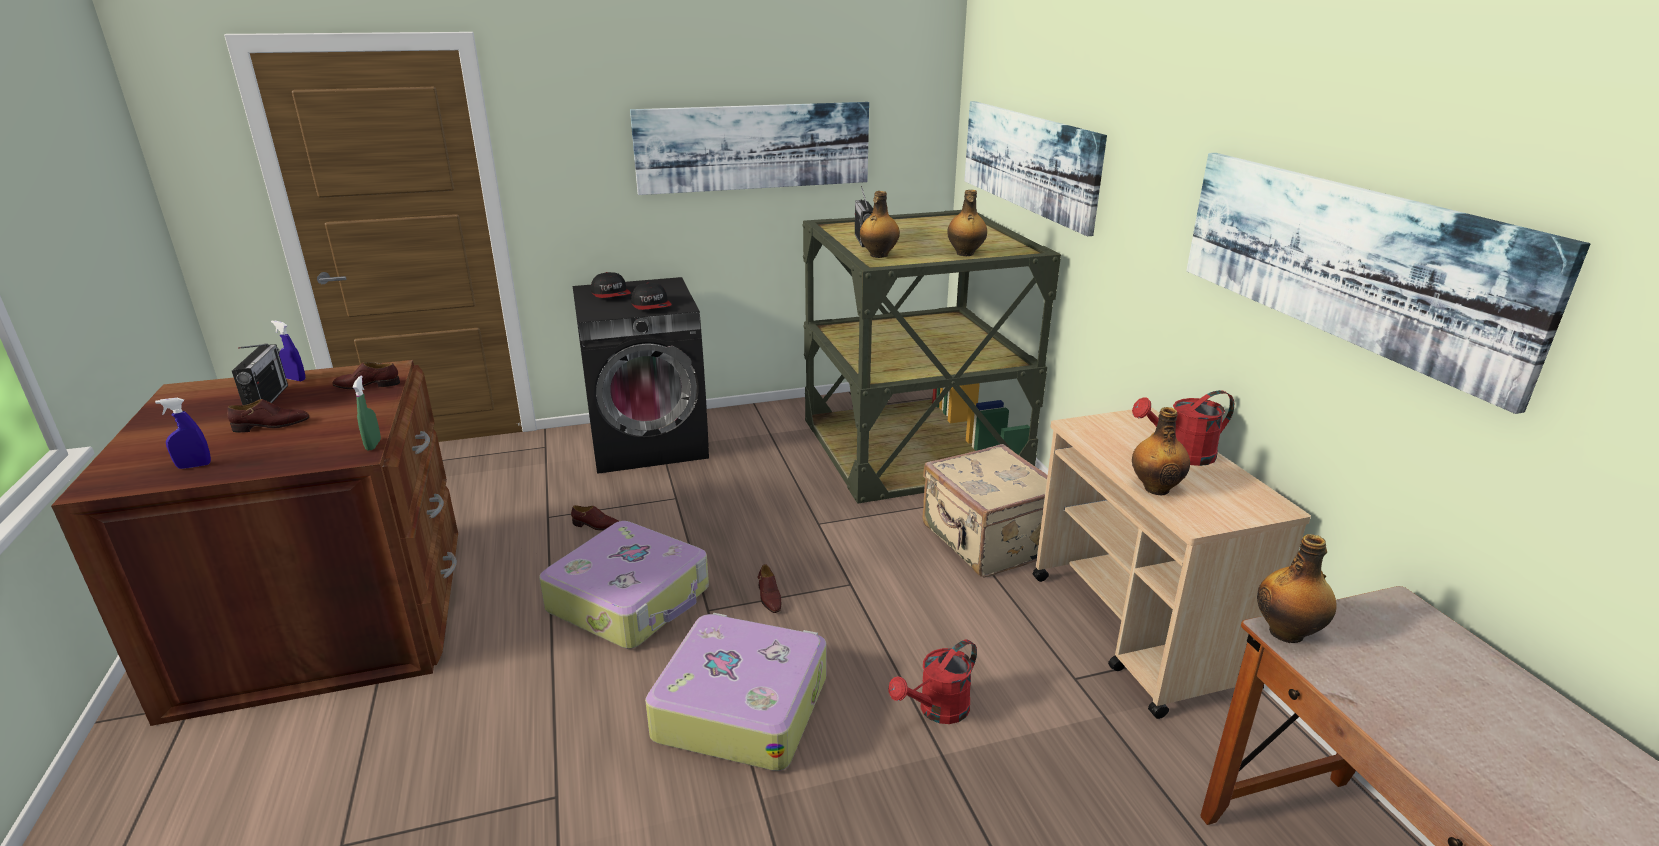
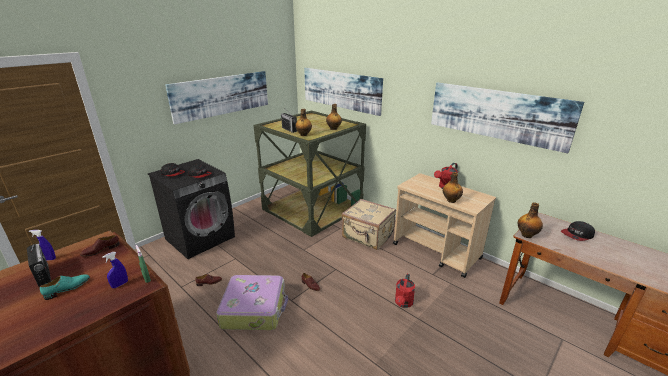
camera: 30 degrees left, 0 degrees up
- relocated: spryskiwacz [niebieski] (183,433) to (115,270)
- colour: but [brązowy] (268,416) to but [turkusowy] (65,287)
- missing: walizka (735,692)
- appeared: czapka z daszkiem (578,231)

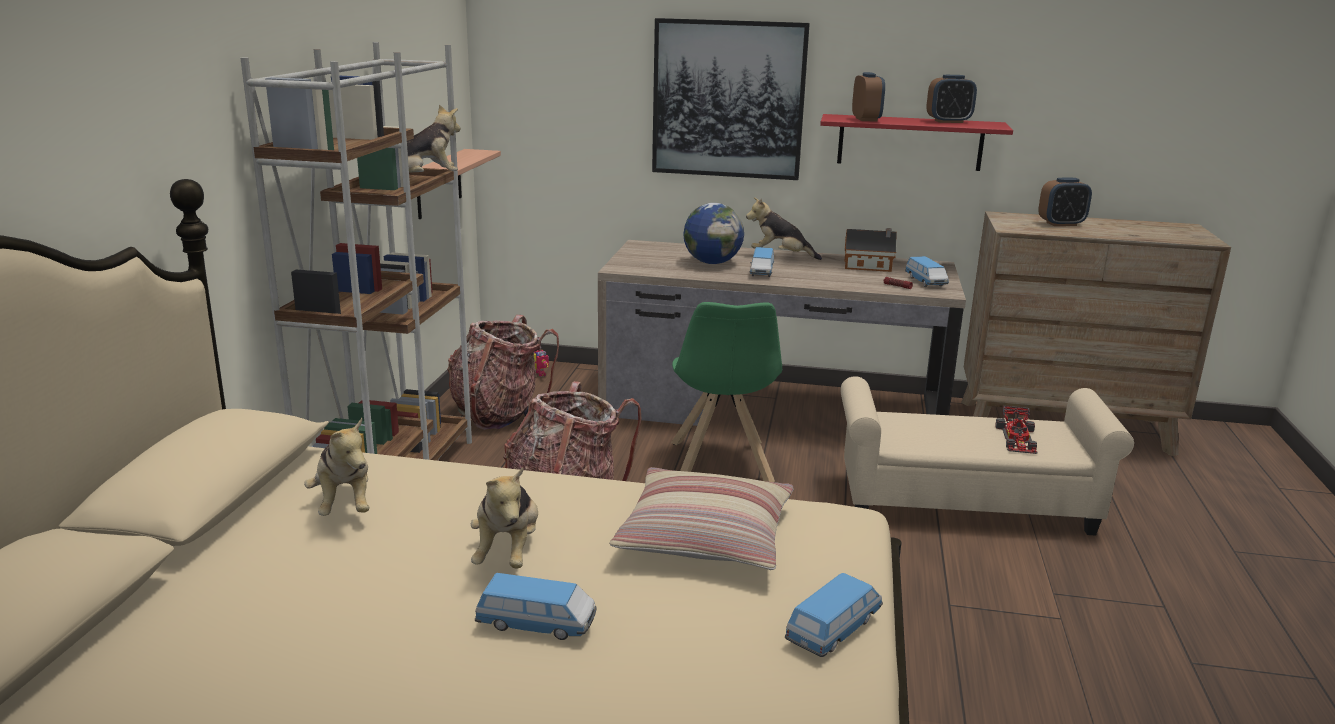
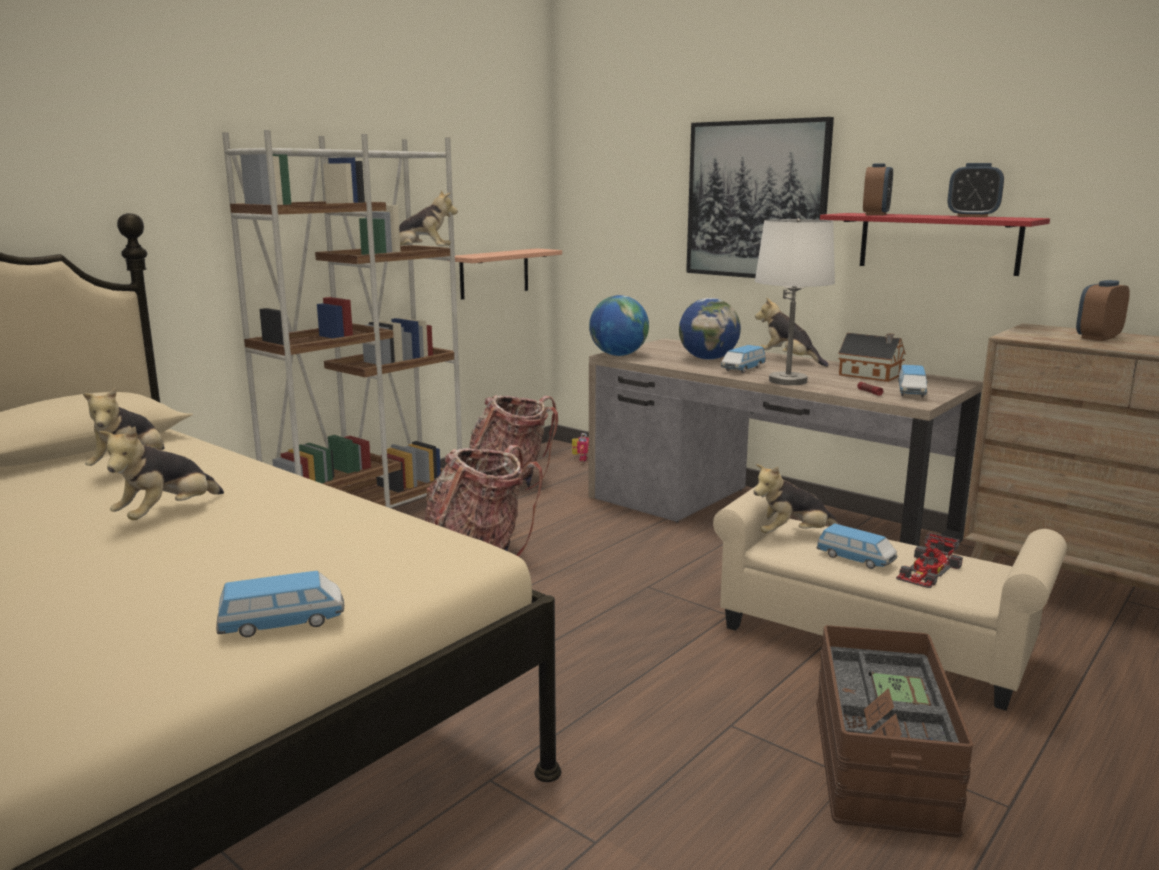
camera: 30 degrees right, 5 degrees down
- relocated: samochodzik (536,606) to (857,546)
- missing: poduszka (701,518)
- missing: krzesło [zielony] (726,392)
- spun: budzik (1065,202) = (1103,310) 120 degrees clockwise
- appeared: globus (619,325)
- appeared: pluszak (797,498)
- appeared: lampa stołowa [biały] (795,301)
- appeared: pojemnik do przechowywania [brązowy] (894,731)

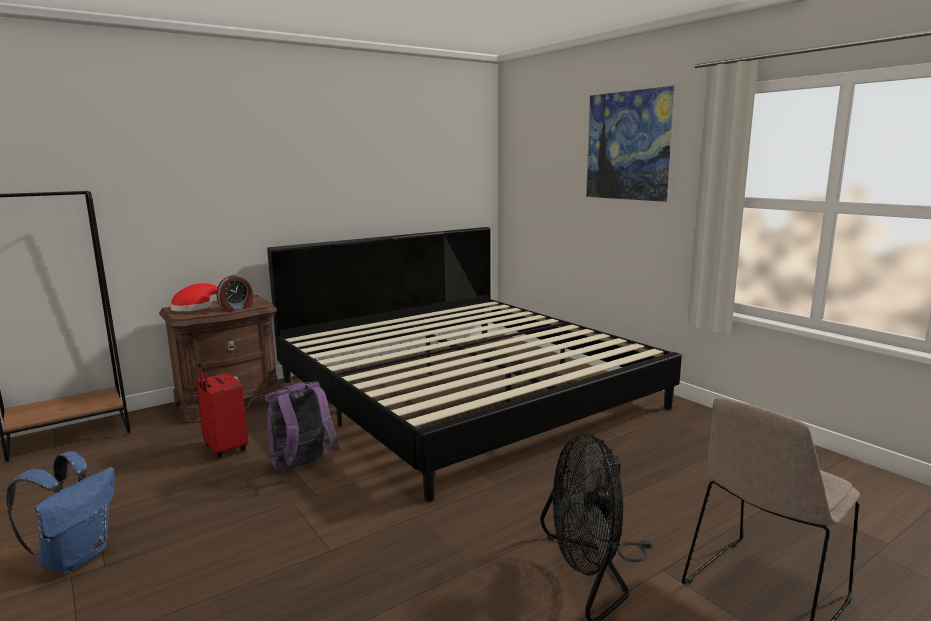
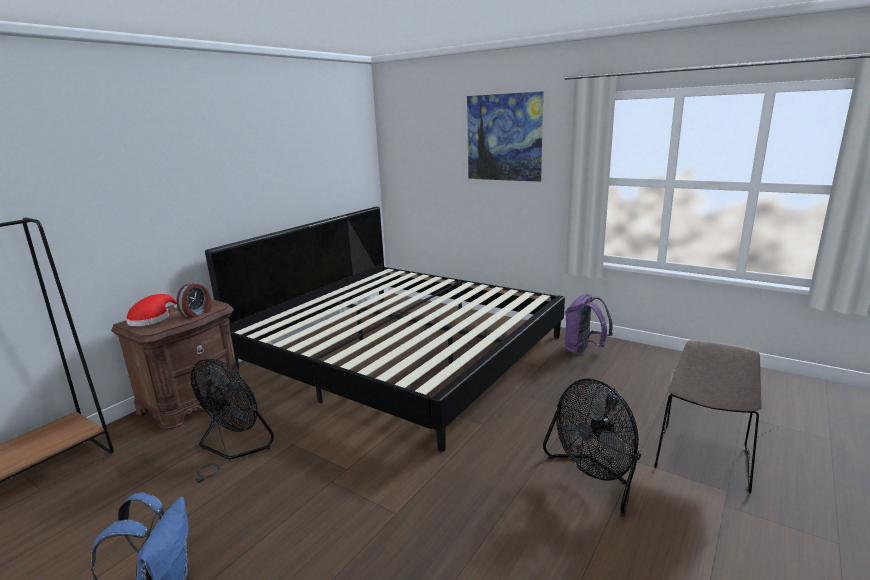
camera: 20 degrees left, 5 degrees up
- exchanged: walizka [czerwony] (222,410) to wentylator [czarny] (232,421)
- relocated: plecak [fioletowy] (302,426) to (589,324)

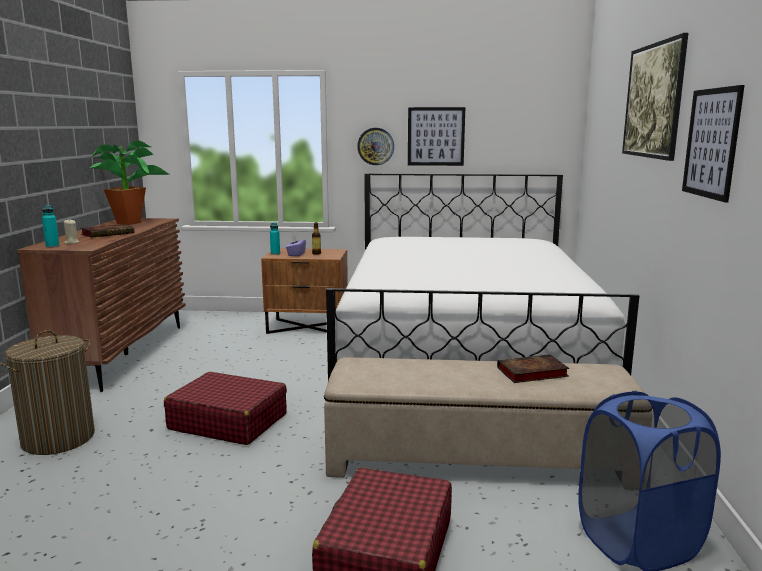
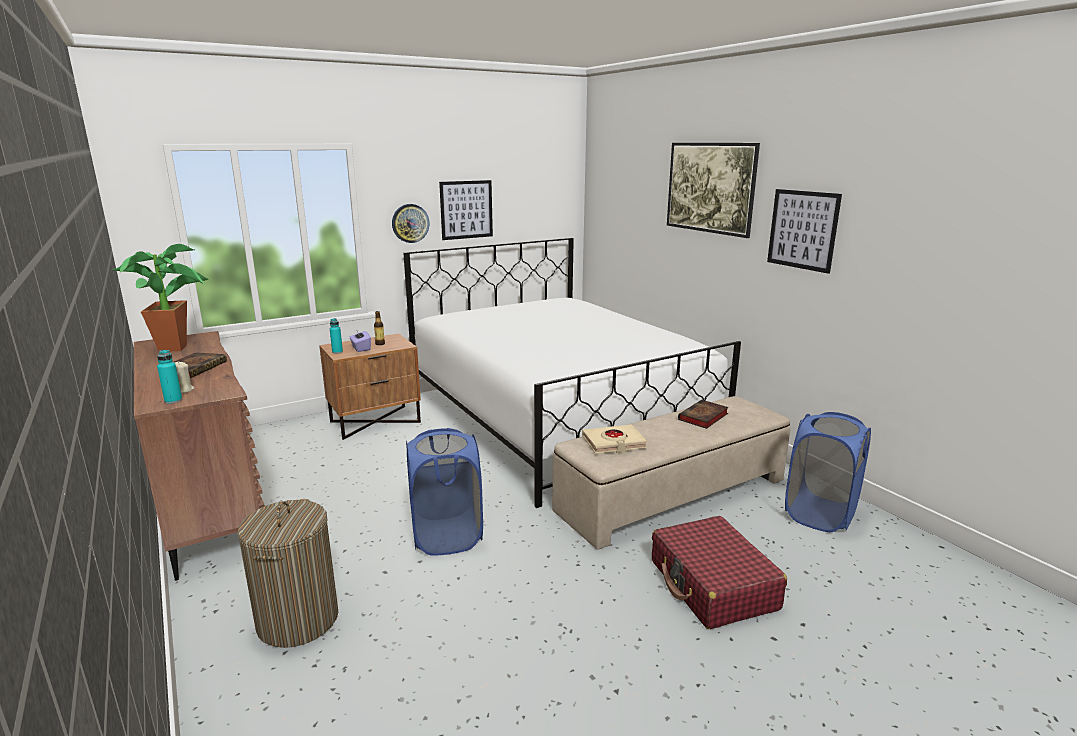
camera: 35 degrees left, 5 degrees up
- exchanged: walizka [czerwony] (225,408) to kosz na pranie [niebieski] (444,492)
- appeared: książka [beżowy] (614,439)

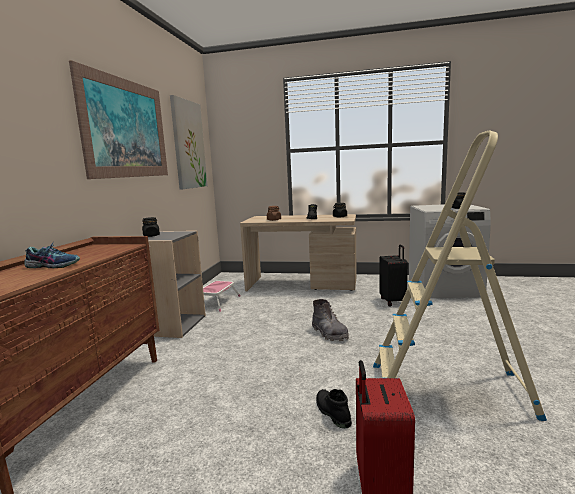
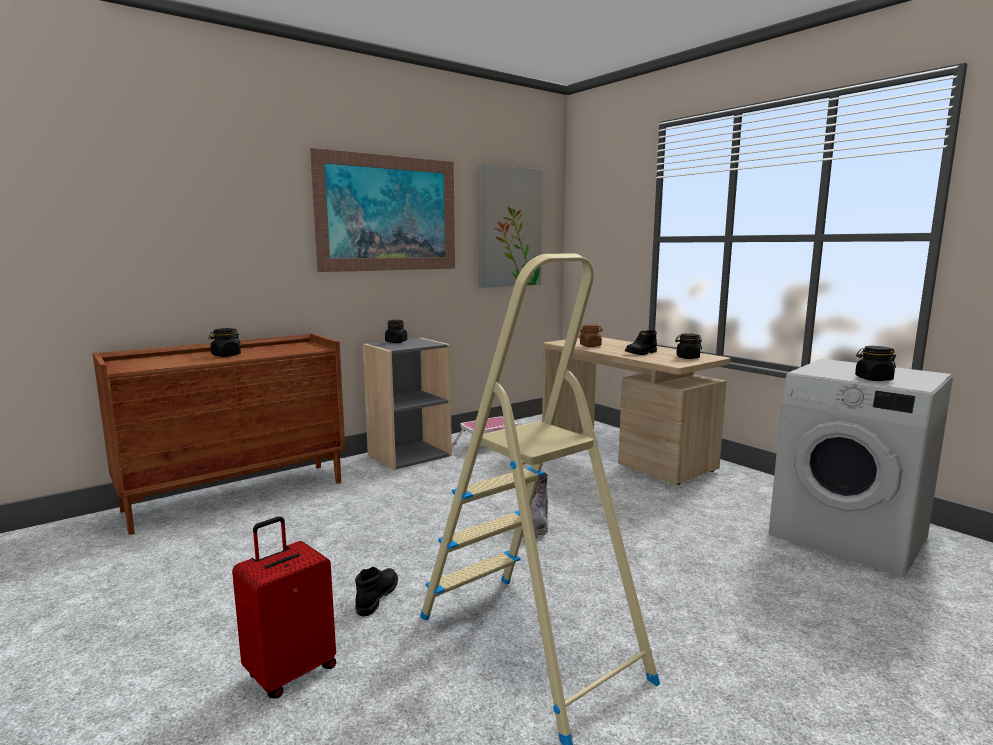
camera: 40 degrees right, 0 degrees up
- exchanged: but (52,255) to słoik [czarny] (224,342)
- missing: walizka [czarny] (393,276)

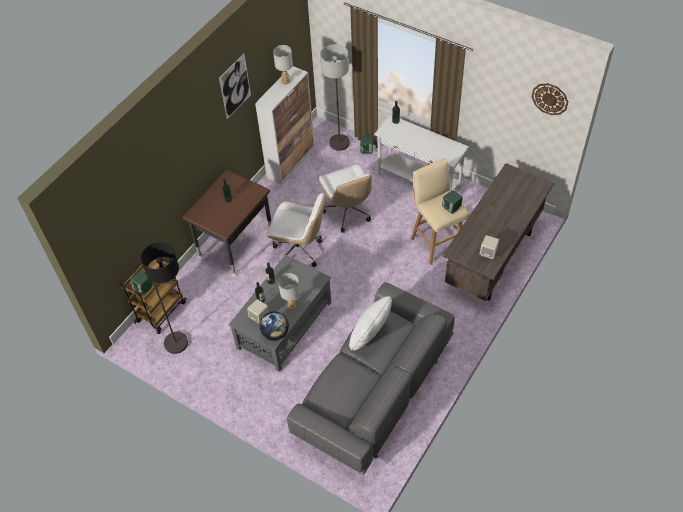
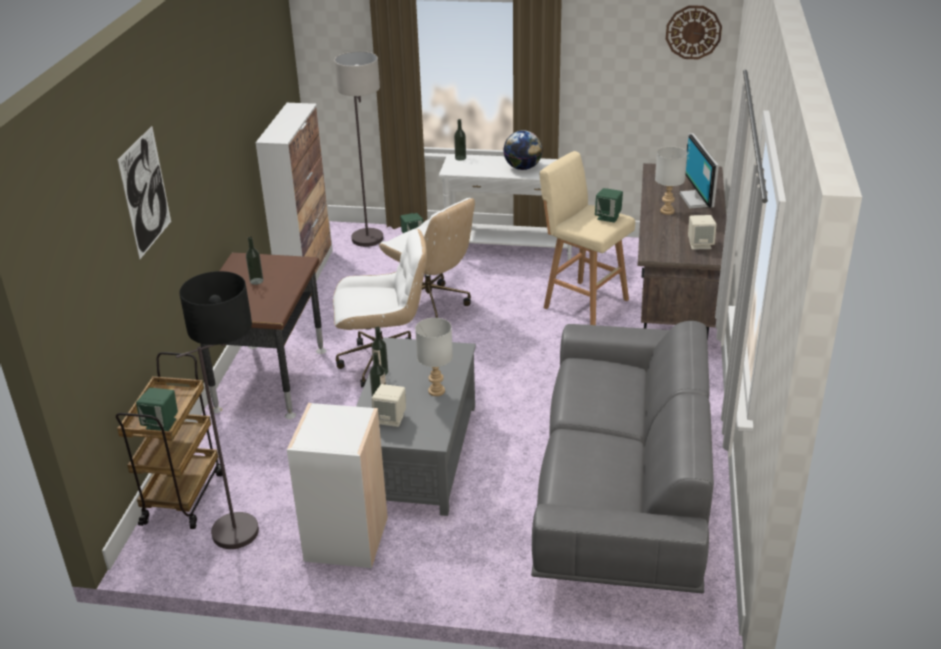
camera: 25 degrees left, 20 degrees down
- relocated: obraz (235,86) to (144,192)
- relocated: globus (274,326) to (523,150)
- relocated: lampa stołowa [szary] (283,64) to (671,180)
- missing: poduszka [biały] (370,323)
- appeared: regał (337,485)
- appeared: monitor (699,170)

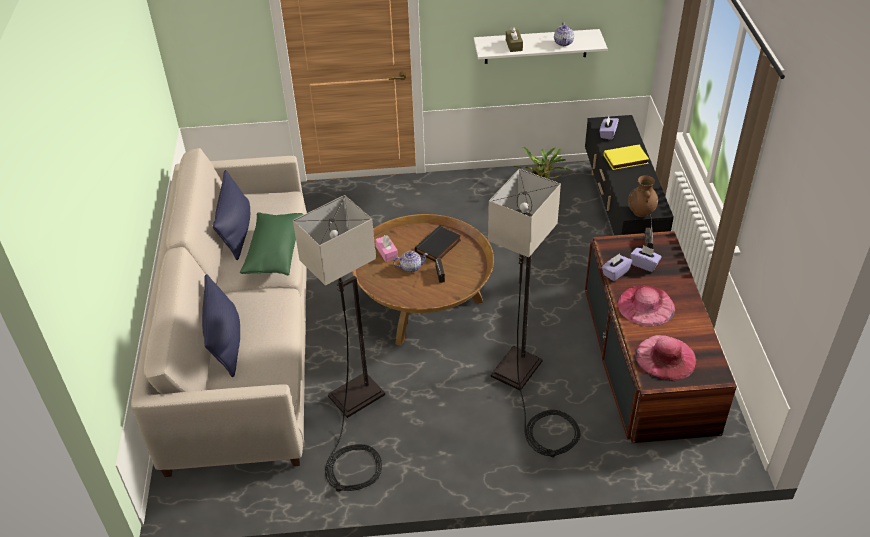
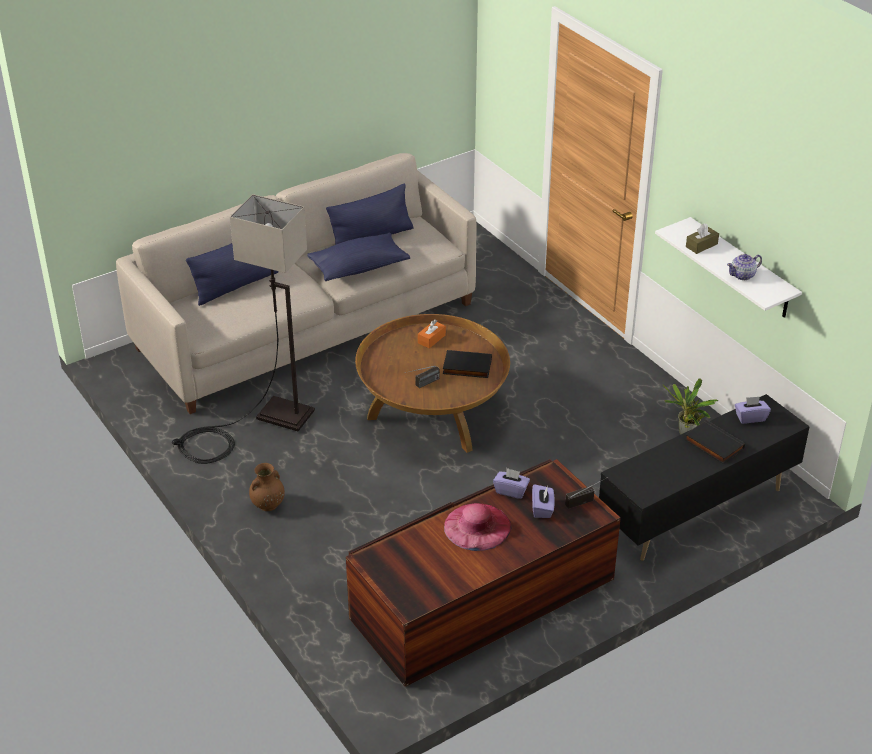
camera: 60 degrees right, 5 degrees down
- colour: poduszka [zielony] (271,243) to poduszka [niebieski] (358,257)
- colour: pudełko chusteczek [różowy] (386,248) to pudełko chusteczek [pomarańczowy] (432,334)
- missing: imbryk (410,262)
- missing: lampa stojąca (534,314)
- colour: książka [żółty] (626,157) to książka [czarny] (714,442)
- relocated: wazon [brązowy] (643,196) to (267,487)
- missing: kapelusz [różowy] (665,358)

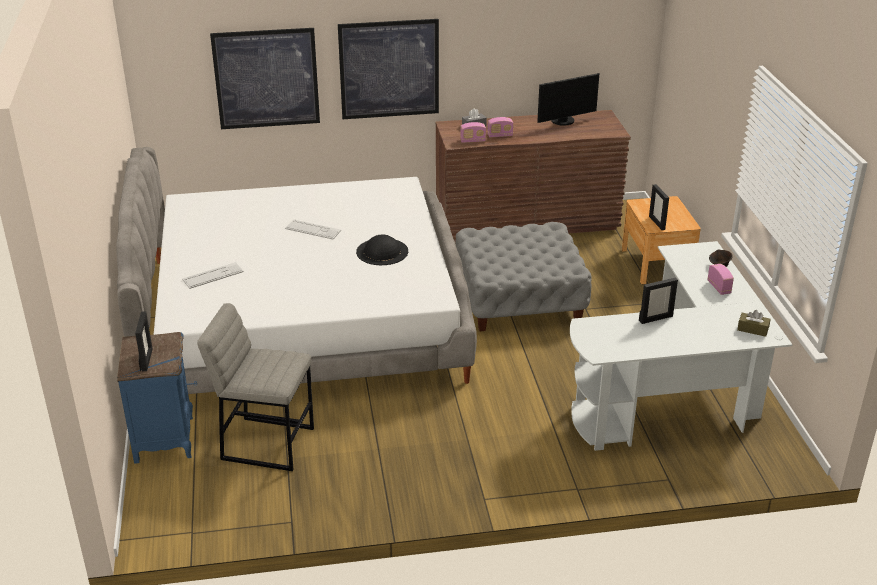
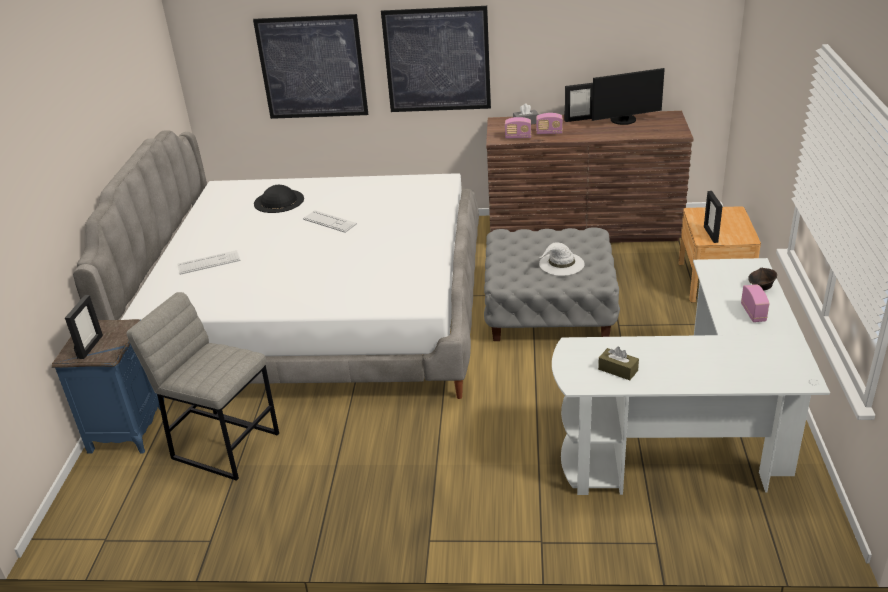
camera: 15 degrees right, 0 degrees up
- relocated: kapelusz [czarny] (382,249) to (279,199)
- relocated: ramka na zdjęcie (658,301) to (578,102)
- relocated: pudełko chusteczek [brązowy] (753,323) to (618,363)
- appeared: kapelusz [biały] (562,259)

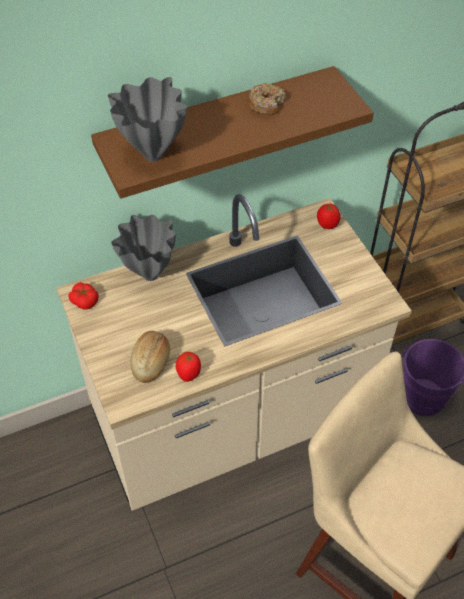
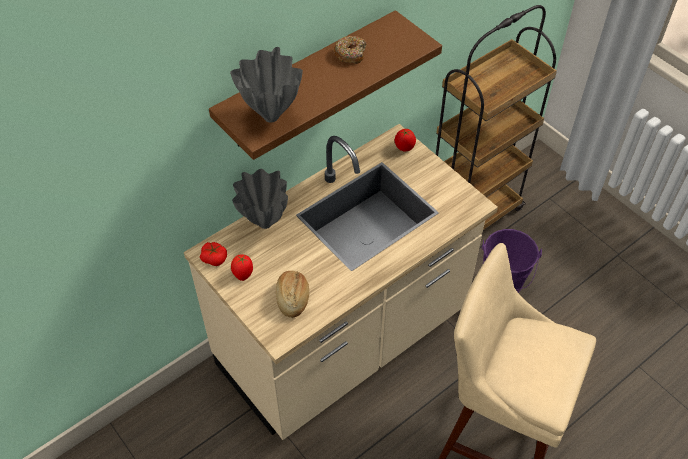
camera: 15 degrees left, 0 degrees up
- relocated: pomidor (188,367) to (242,267)

